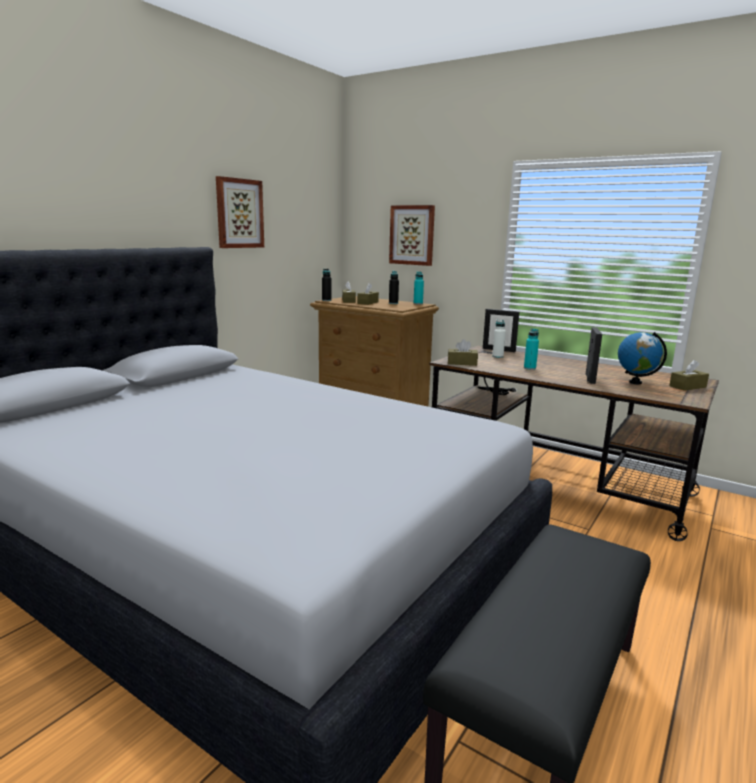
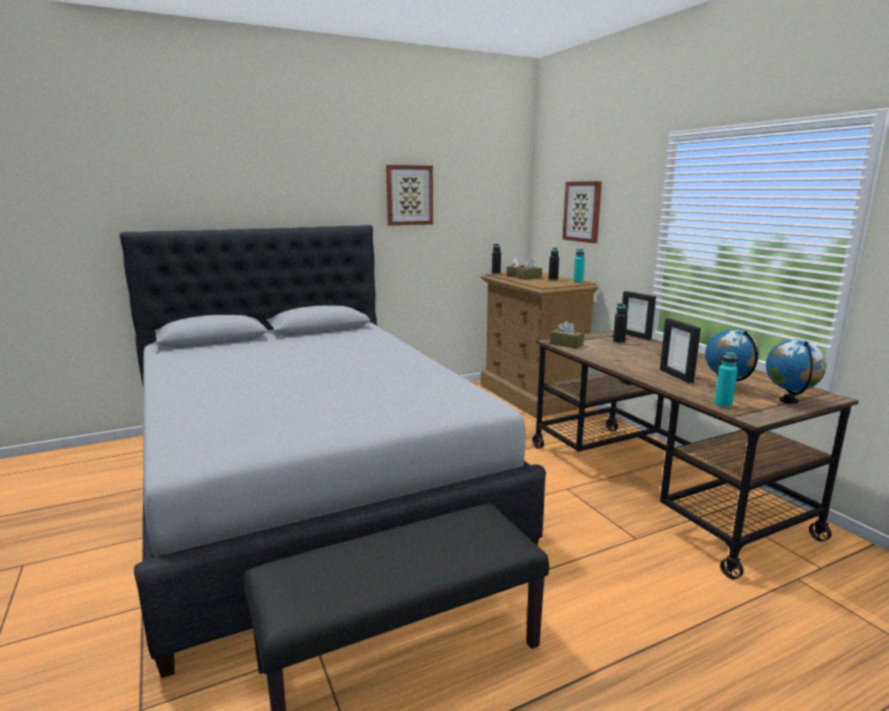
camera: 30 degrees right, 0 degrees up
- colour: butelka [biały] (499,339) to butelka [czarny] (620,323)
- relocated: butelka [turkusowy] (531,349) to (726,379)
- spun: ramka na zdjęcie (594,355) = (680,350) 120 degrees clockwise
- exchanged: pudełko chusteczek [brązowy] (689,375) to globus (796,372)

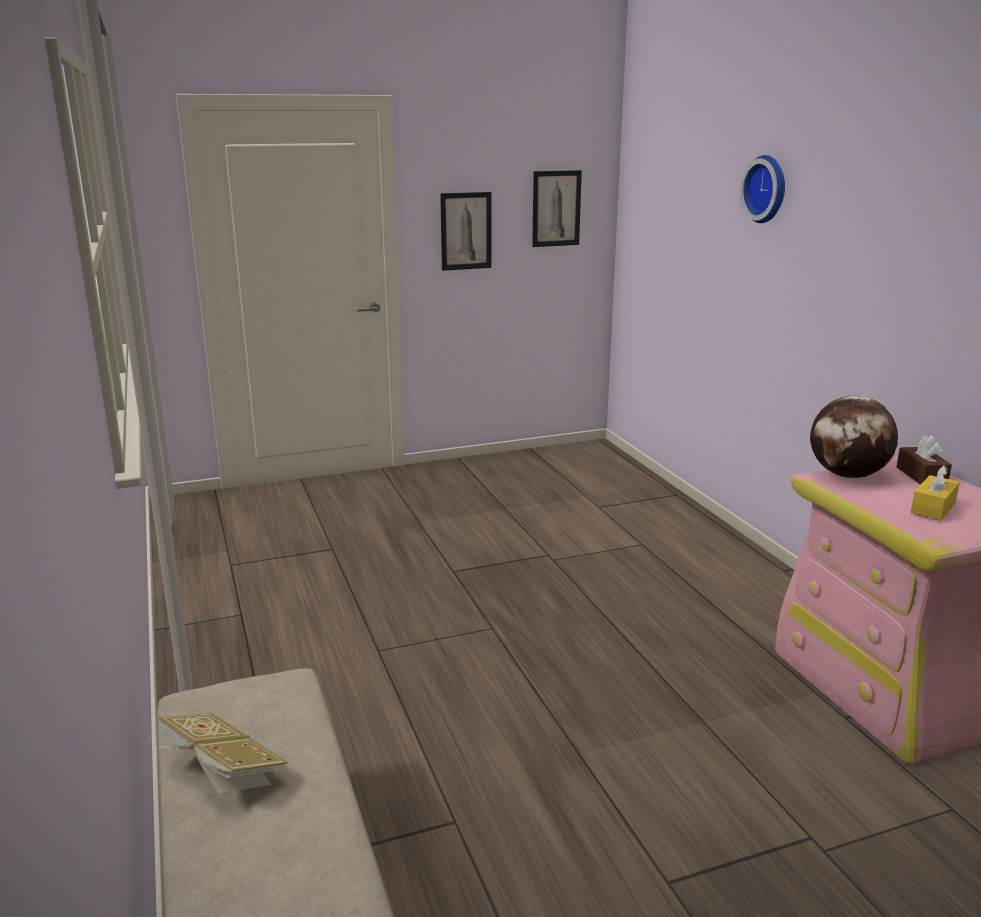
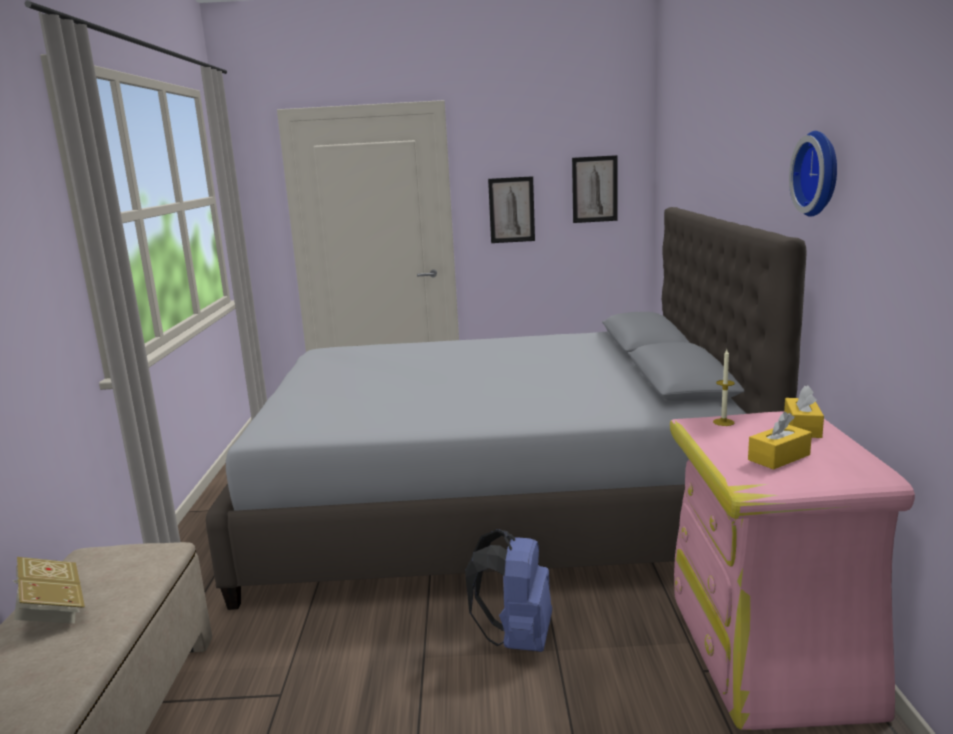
camera: 20 degrees right, 5 degrees down
- relocated: zegar ścienny (762,189) to (813,174)
- exchanged: globus (854,437) to świeca (724,387)
- colour: pudełko chusteczek [brązowy] (924,460) to pudełko chusteczek [żółty] (804,411)
- appeared: łóżko [szary] (506,408)
- appeared: plecak [niebieski] (508,590)

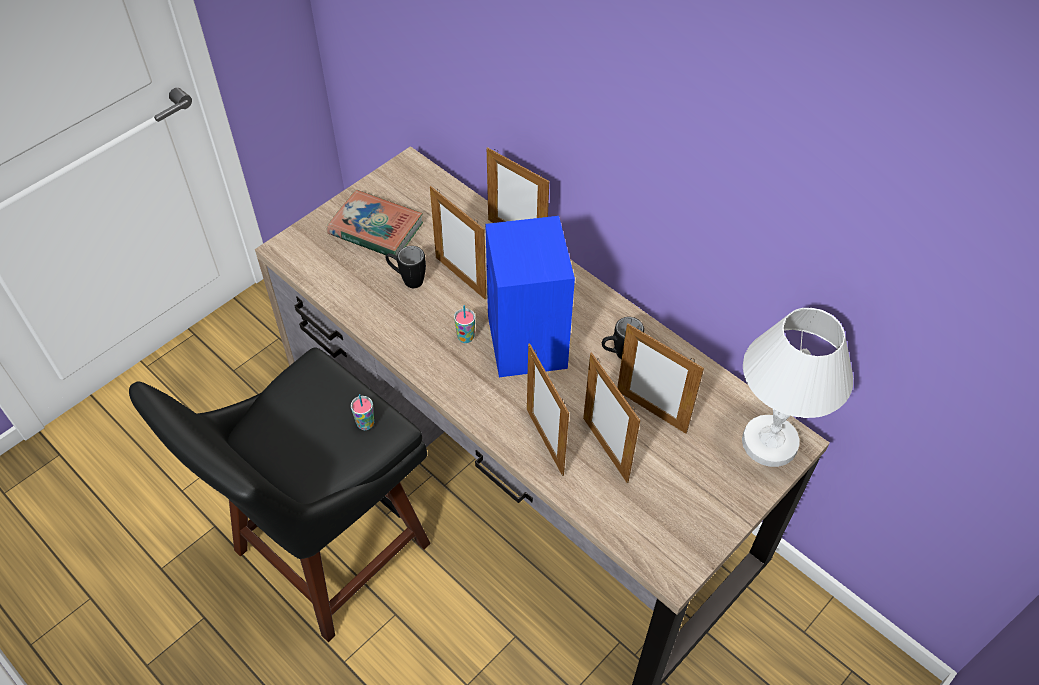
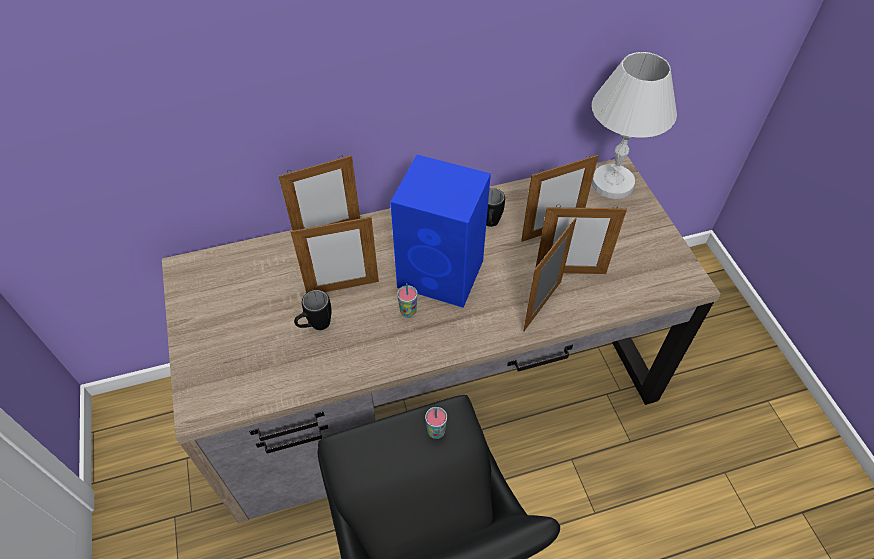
camera: 60 degrees left, 0 degrees up
- missing: książka (375,224)
- spun: ramka na zdjęcie (548,409) = (550,274) 120 degrees clockwise

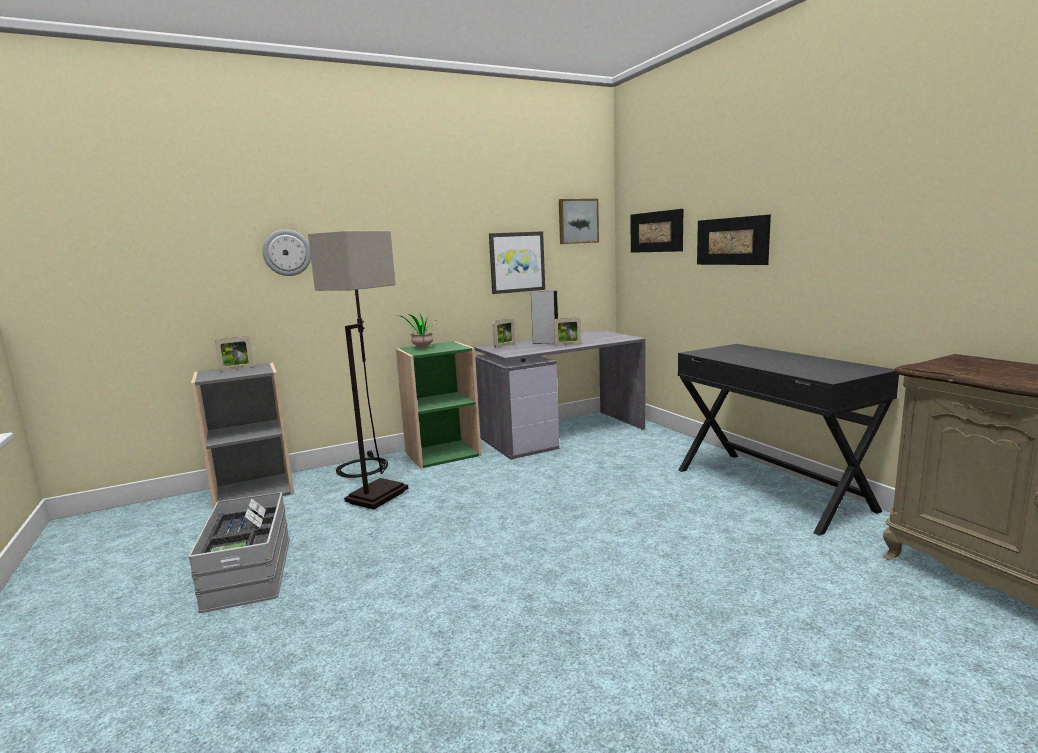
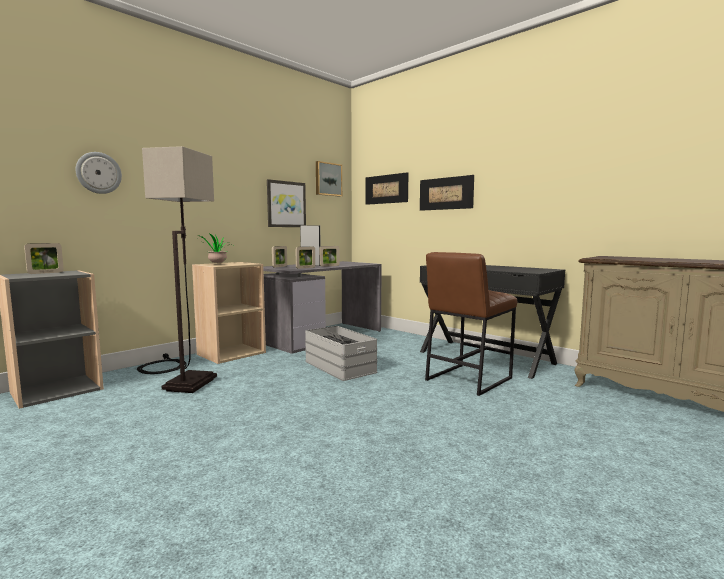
camera: 20 degrees left, 5 degrees down
- relocated: pojemnik do przechowywania [szary] (238,552) to (341,353)
- colour: regał [zielony] (439,405) to regał [beżowy] (229,313)
- appeared: ramka na zdjęcie (305,258)
- appeared: krzesło [brązowy] (471,324)

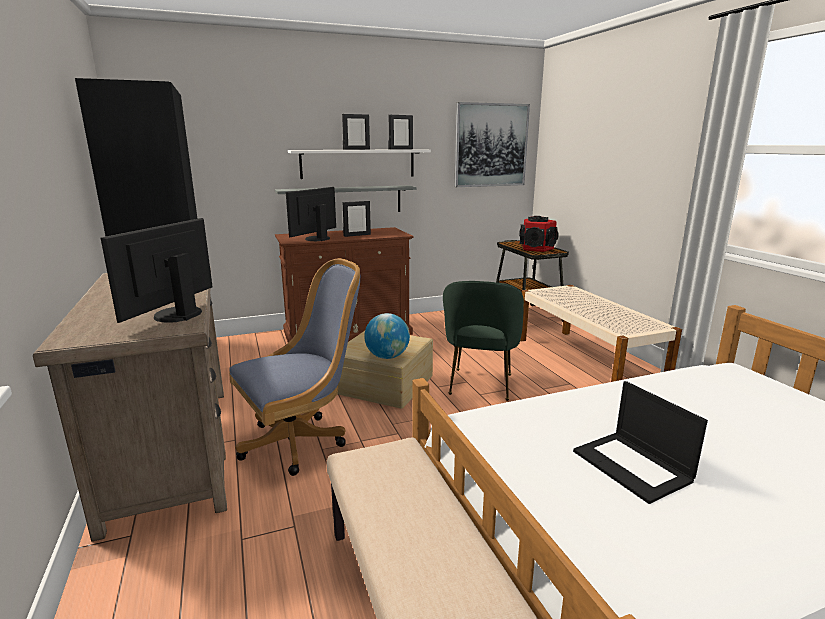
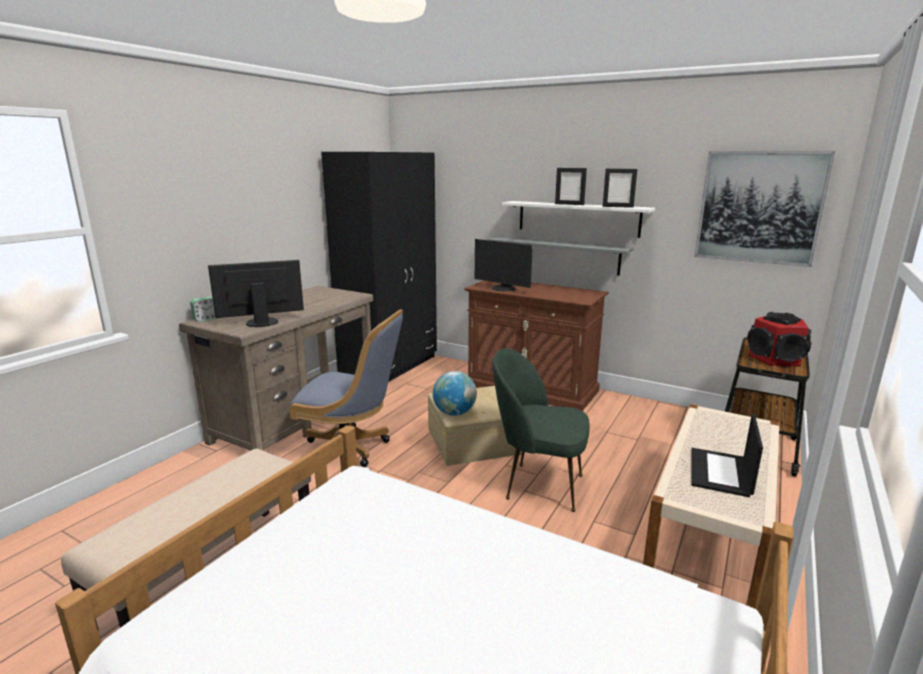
camera: 50 degrees right, 0 degrees up
- spun: monitor (311,214) = (504,265) 135 degrees counterclockwise
- missing: ramka na zdjęcie (357,219)
- spun: krzesło [zielony] (483,341) = (541,430) 45 degrees clockwise
- relocated: laptop (640,442) to (727,455)
- appeared: budzik (204,309)

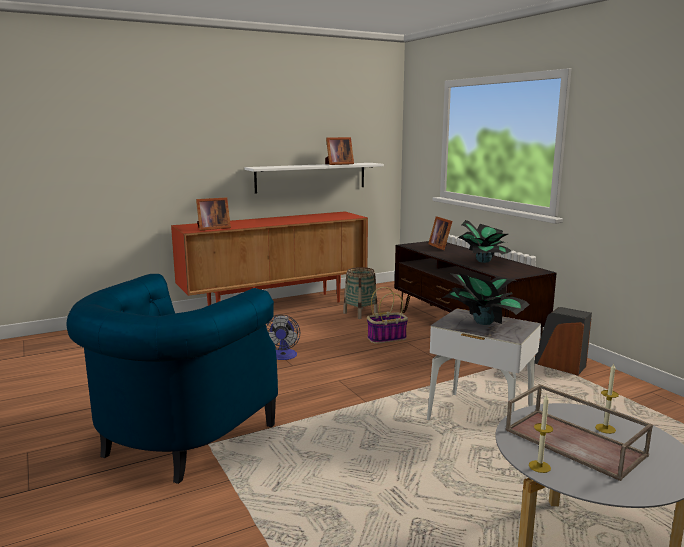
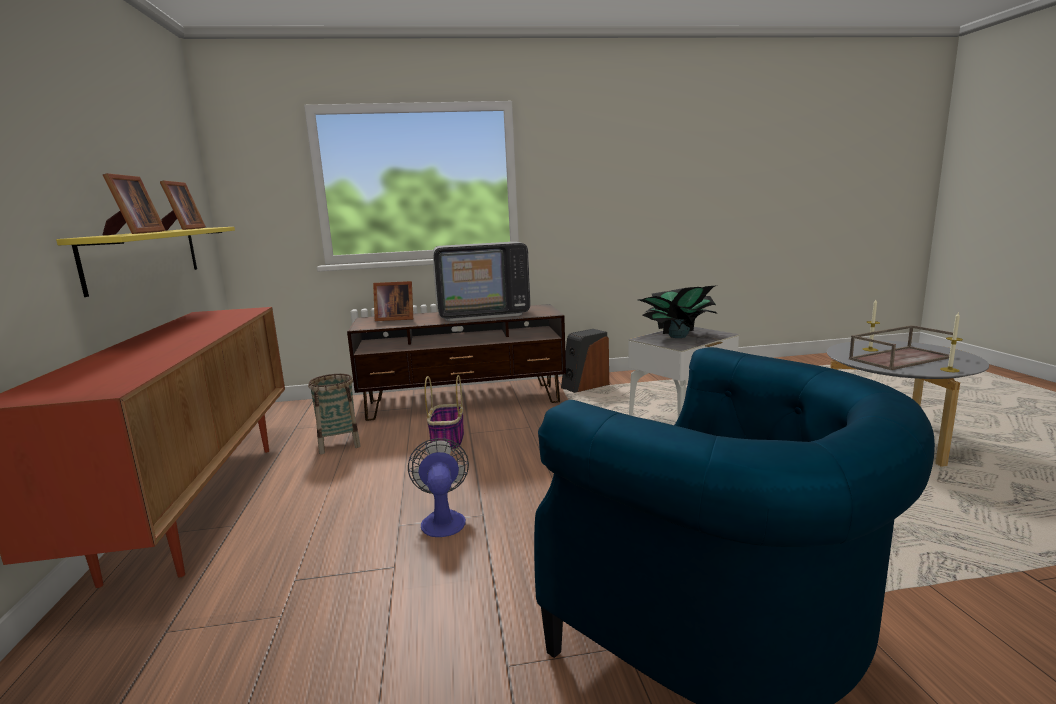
camera: 70 degrees left, 0 degrees up
- relocated: ramka na zdjęcie (213,213) to (133,204)
- colour: półka [biały] (314,178) to półka [żółty] (145,262)
- spun: wentylator (283,337) = (438,487) 120 degrees counterclockwise
- exchanged: roślina doniczkowa (484,241) to telewizor (481,281)

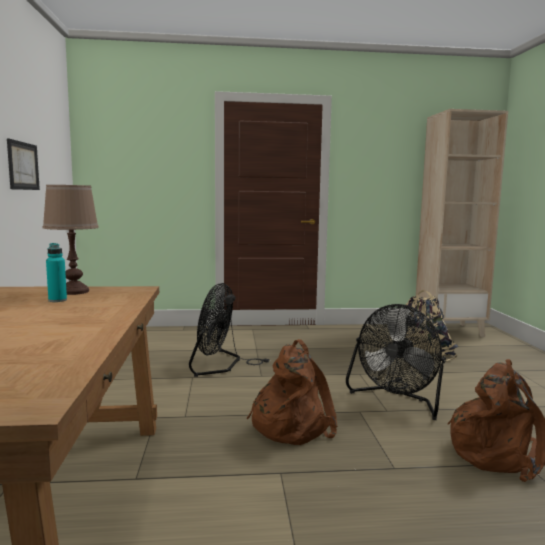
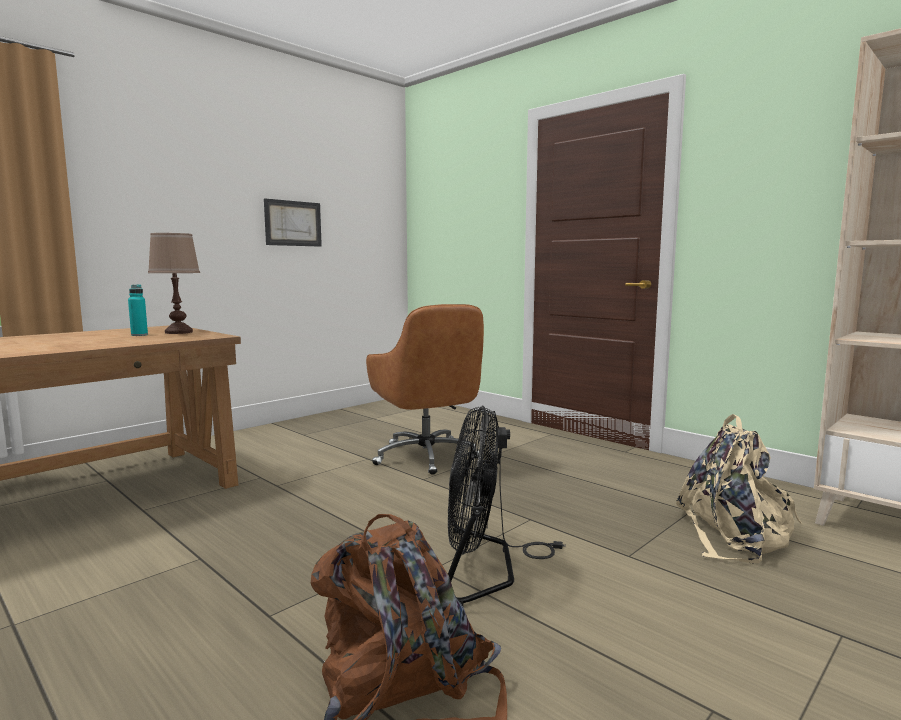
camera: 50 degrees right, 0 degrees up
- exchanged: wentylator [czarny] (229,330) to krzesło biurowe [brązowy] (425,389)
- missing: plecak [brązowy] (292,392)

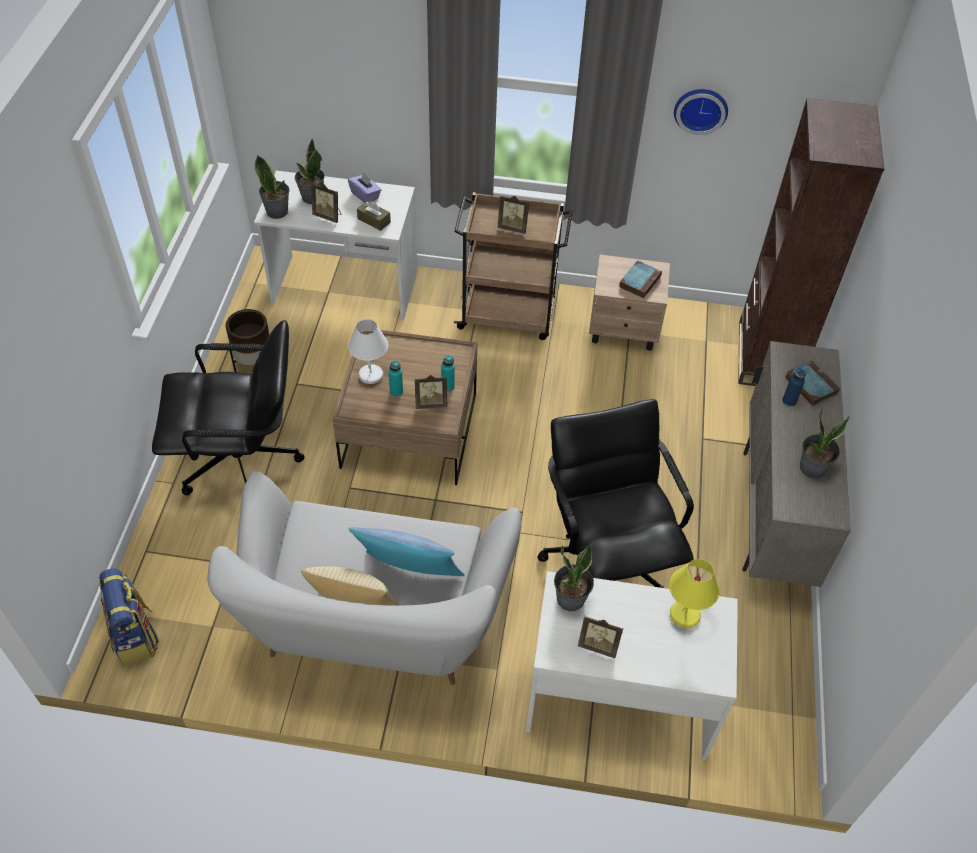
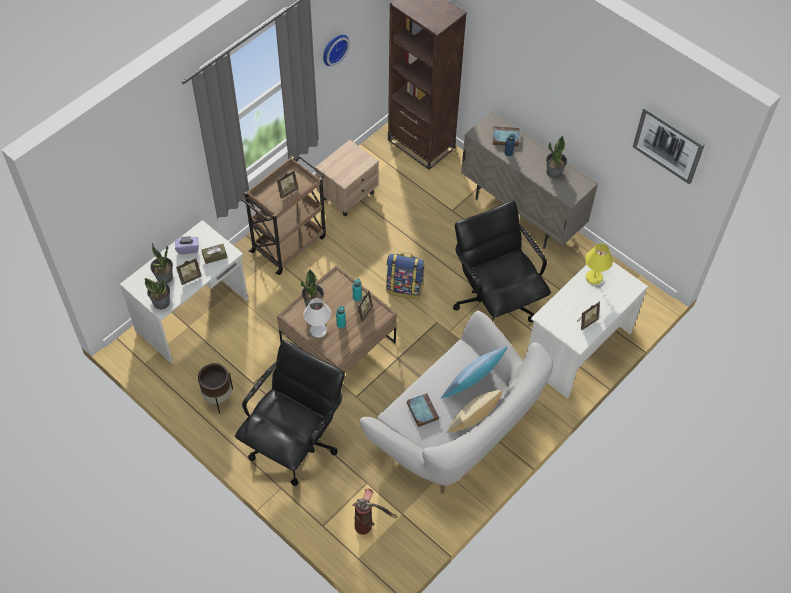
camera: 55 degrees left, 5 degrees up
- relocated: plecak (129,617) to (405,275)
- spun: krzesło biurowe [czarny] (615,493) = (502,261) 45 degrees clockwise
- relocated: roślina doniczkowa (574,577) to (312,289)
- relocated: książka (640,279) to (423,410)
- appeared: gaśnica (375,512)
- appeared: obraz (669,145)

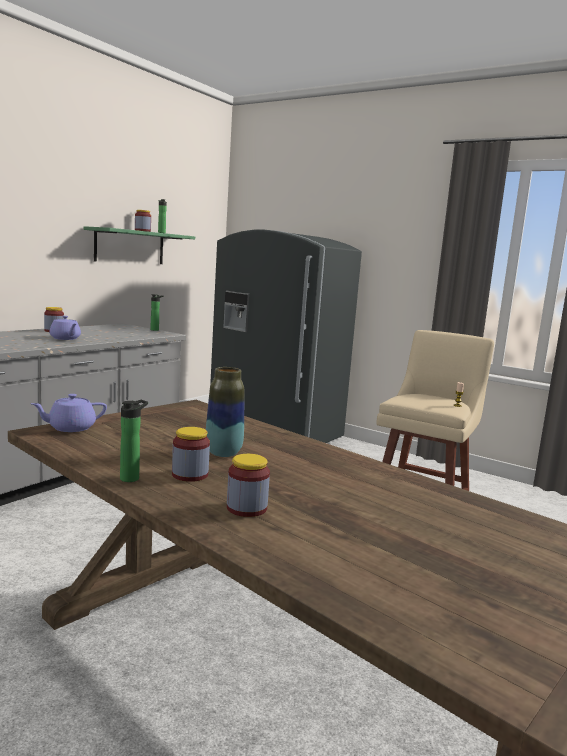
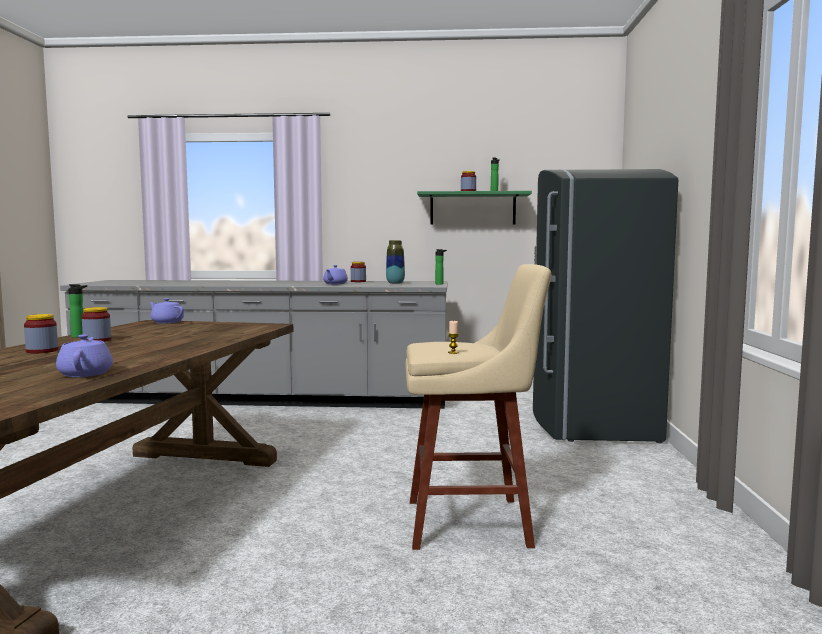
camera: 60 degrees right, 5 degrees down
- relocated: wazon (225,412) to (395,262)
- appeared: imbryk [fioletowy] (84,355)

